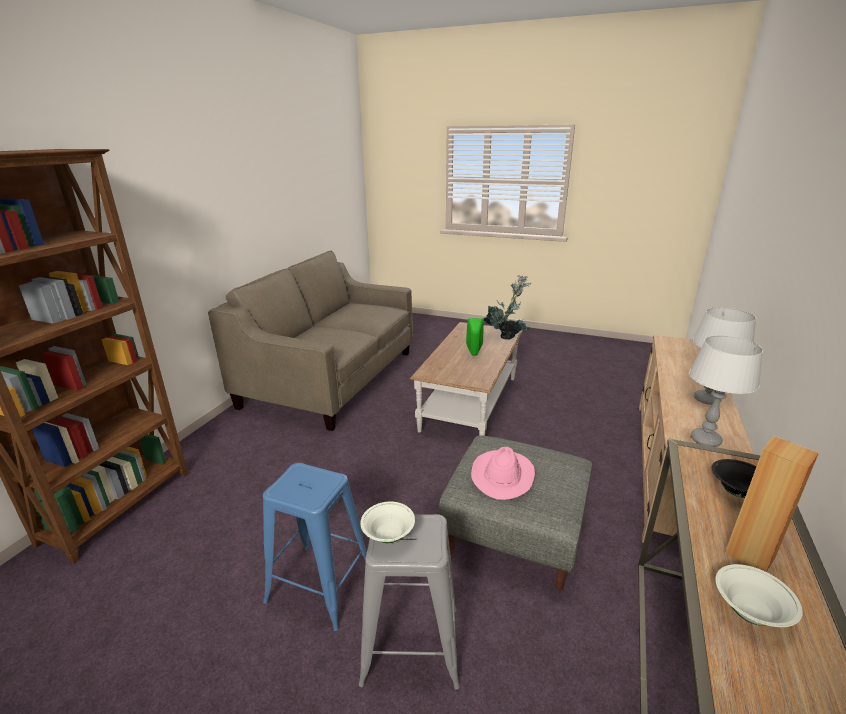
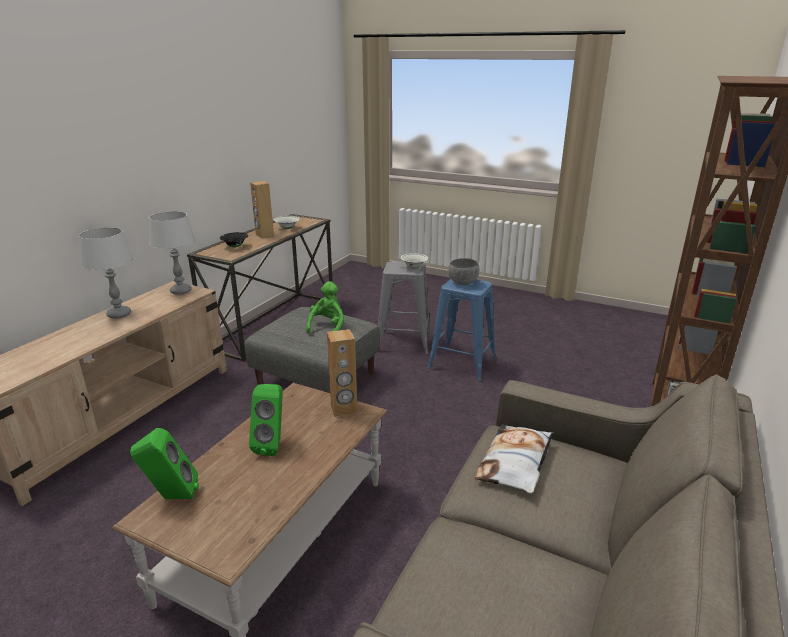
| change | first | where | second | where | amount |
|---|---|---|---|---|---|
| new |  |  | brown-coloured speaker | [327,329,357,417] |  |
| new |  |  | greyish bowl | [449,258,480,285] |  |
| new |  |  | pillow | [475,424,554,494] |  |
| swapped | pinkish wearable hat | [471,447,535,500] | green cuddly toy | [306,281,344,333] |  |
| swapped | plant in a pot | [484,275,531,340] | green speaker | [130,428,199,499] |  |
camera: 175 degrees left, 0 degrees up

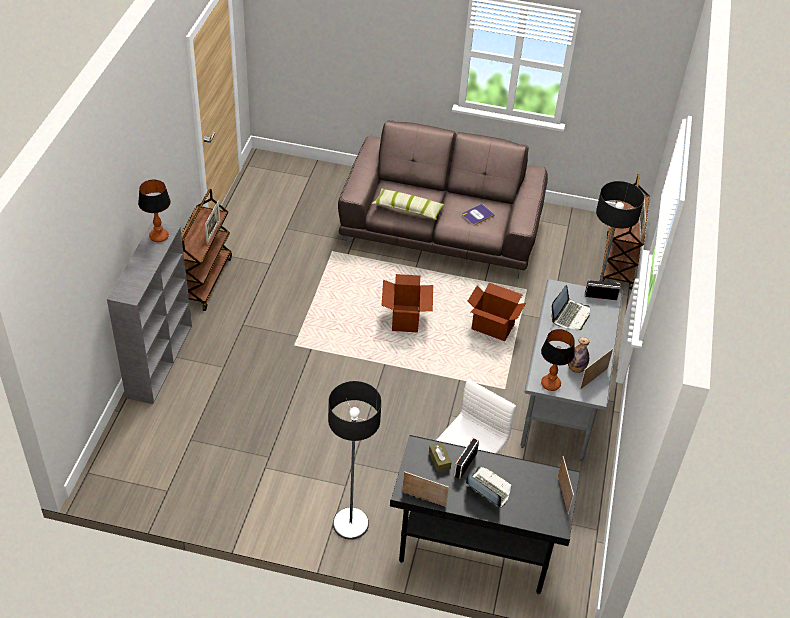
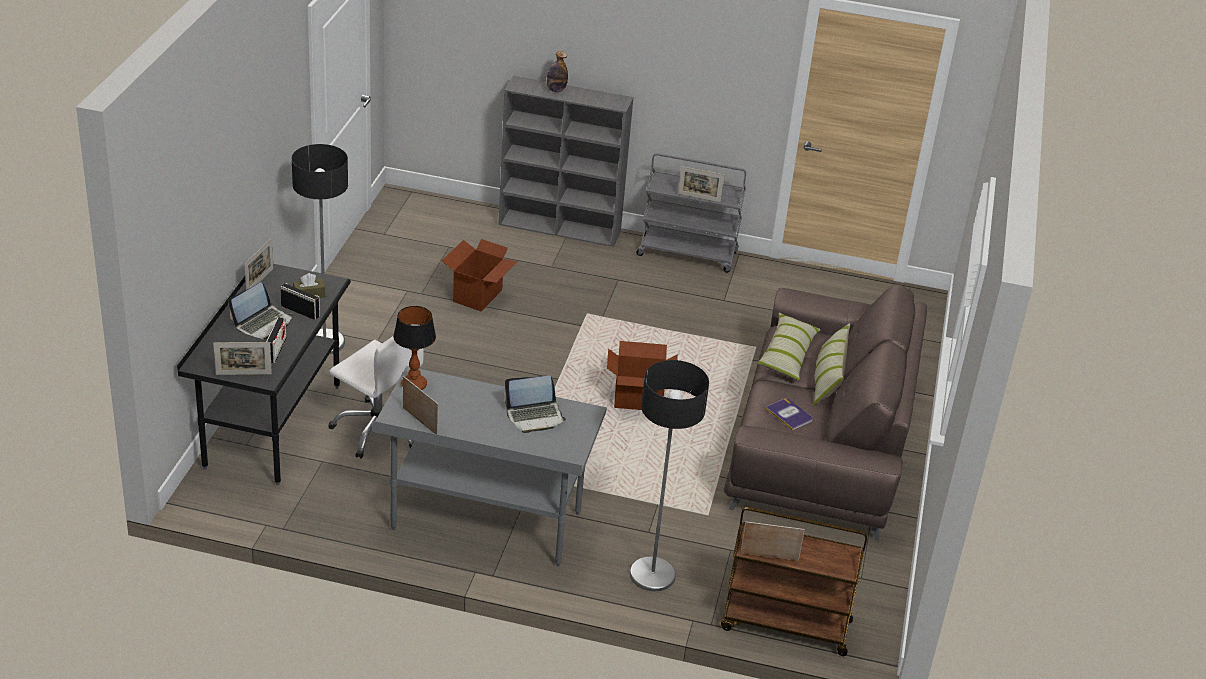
| change | first | where | second | where | amount |
|---|---|---|---|---|---|
| gone | tabletop lamp | [138,179,171,242] |  |  |  |
| new |  |  | pillow | [813,323,850,406] |  |
| shifted | cardboard box | [468,283,526,341] |  | [442,239,517,311] |  |
| shifted | bottle | [568,337,589,373] |  | [547,51,568,92] |  |
| shifted | radio set | [585,280,621,300] |  | [266,317,287,363] |  |
| repainted | brown-coloured wheeled cart | [181,189,232,311] | greyish wheeled cart | [636,153,746,273] |  |
| rotated | portable computer | [551,285,590,330] |  | [504,375,566,433] | 45 degrees counterclockwise |
camera: 90 degrees right, 10 degrees down

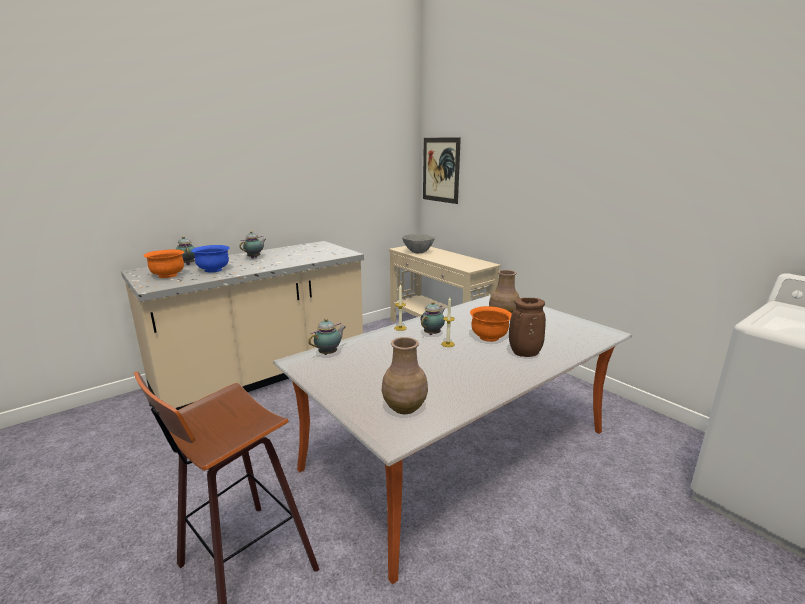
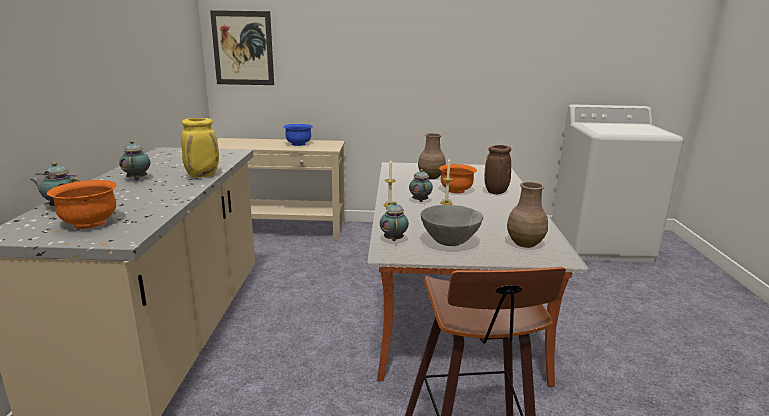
| change | first | where | second | where | amount |
|---|---|---|---|---|---|
| new |  |  | yellowish flower vase | [181,118,219,178] |  |
| shifted | bluish bowl | [191,245,230,272] |  | [284,124,313,146] |  |
| shifted | greyish bowl | [402,234,435,253] |  | [421,205,483,246] |  |
camera: 50 degrees left, 0 degrees up

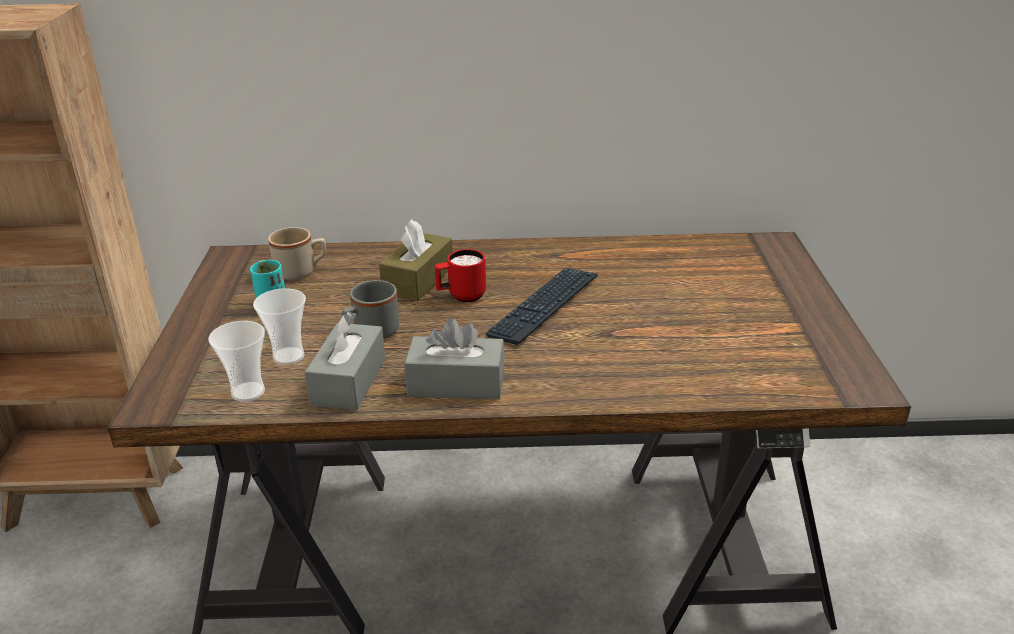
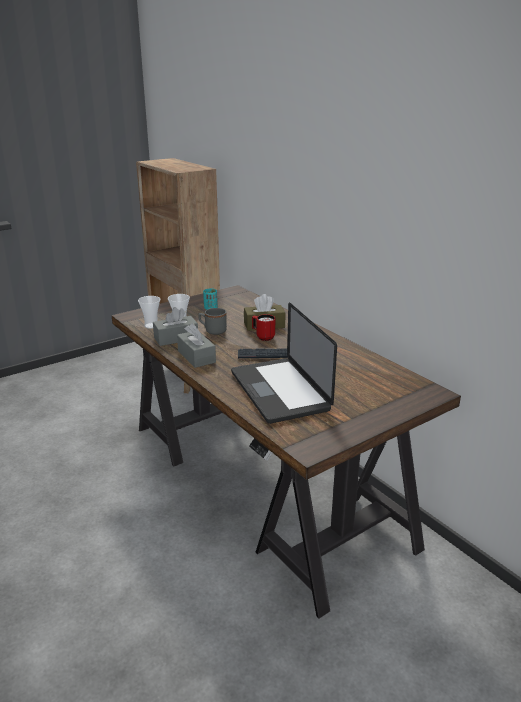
| change | first | where | second | where | amount |
|---|---|---|---|---|---|
| gone | beige mug | [268,227,326,280] |  |  |  |
| new |  |  | portable computer | [231,303,337,424] |  |
camera: 55 degrees right, 5 degrees down

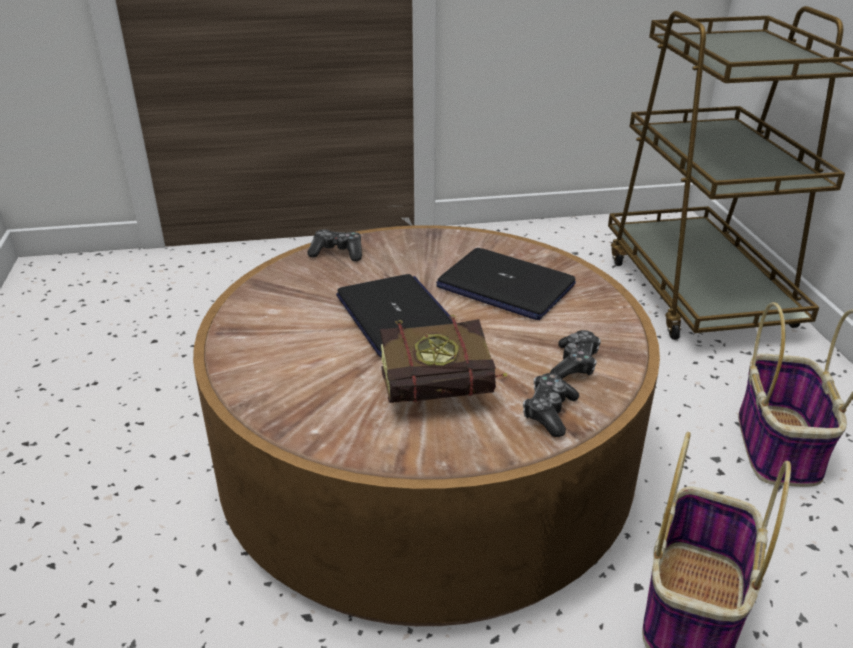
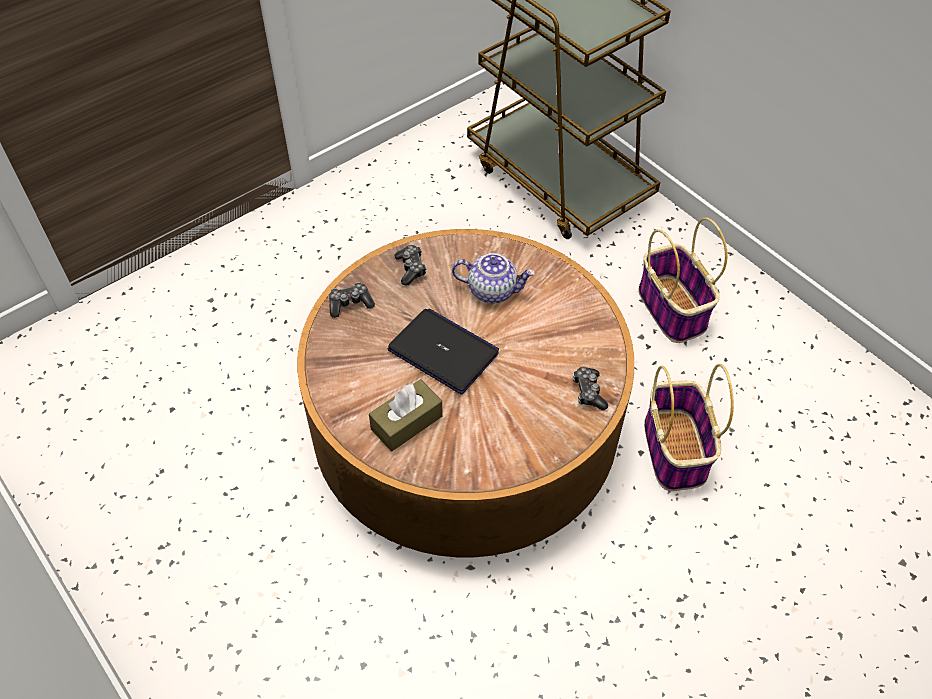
| change | first | where | second | where | amount |
|---|---|---|---|---|---|
| gone | book | [380,315,507,403] |  |  |  |
| new |  |  | brown-coloured box of tissues | [369,379,443,451] |  |
| shifted | joypad | [550,330,601,379] |  | [395,245,427,285] |  |
| swapped | portable computer | [436,248,576,320] | tea pot | [452,253,535,303] |  |
camera: 30 degrees left, 20 degrees up

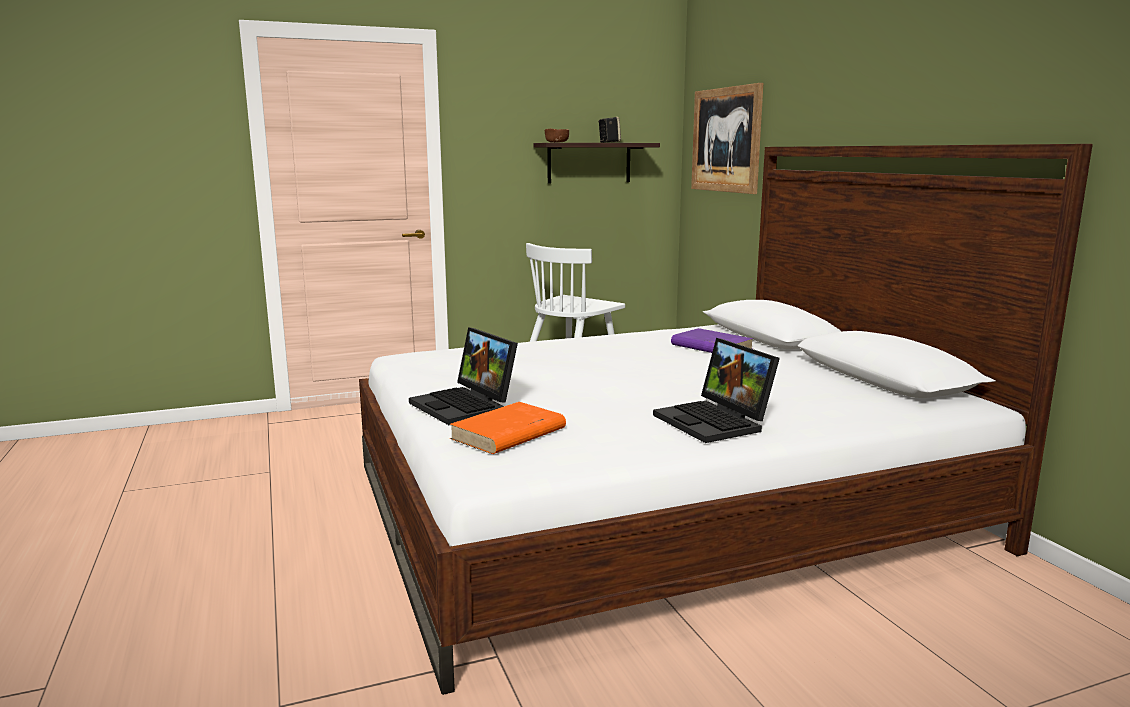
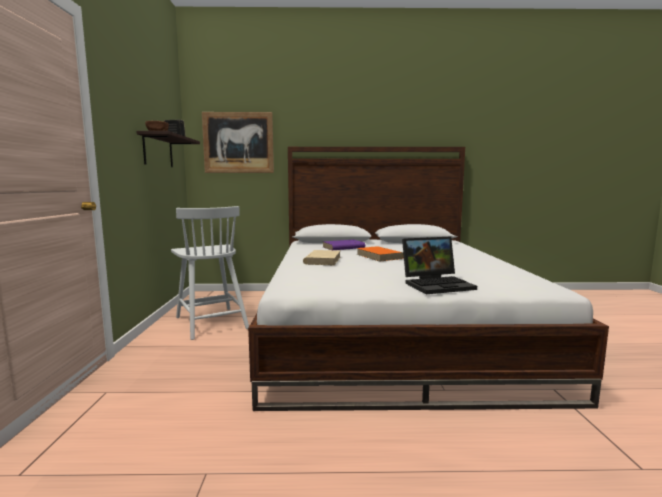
| change | first | where | second | where | amount |
|---|---|---|---|---|---|
| gone | portable computer | [653,338,780,443] |  |  |  |
| new |  |  | beige book | [303,250,340,265] |  |
| shifted | orange-coloured book | [449,402,566,454] |  | [357,246,404,261] |  |
camera: 70 degrees left, 5 degrees down

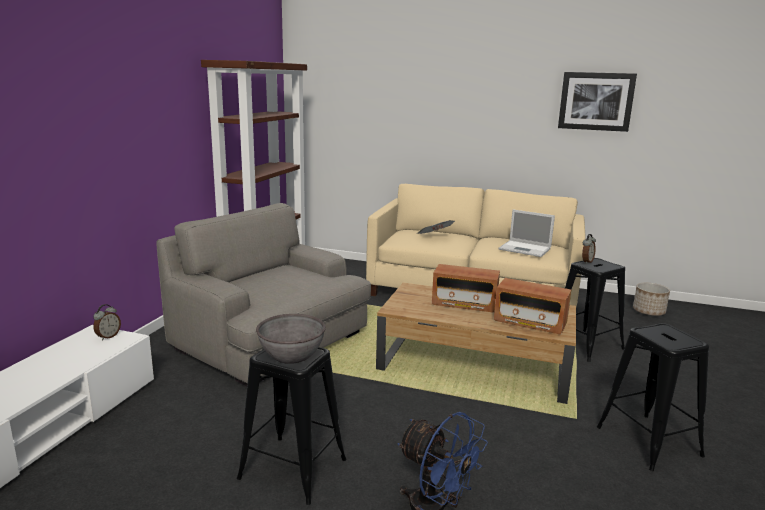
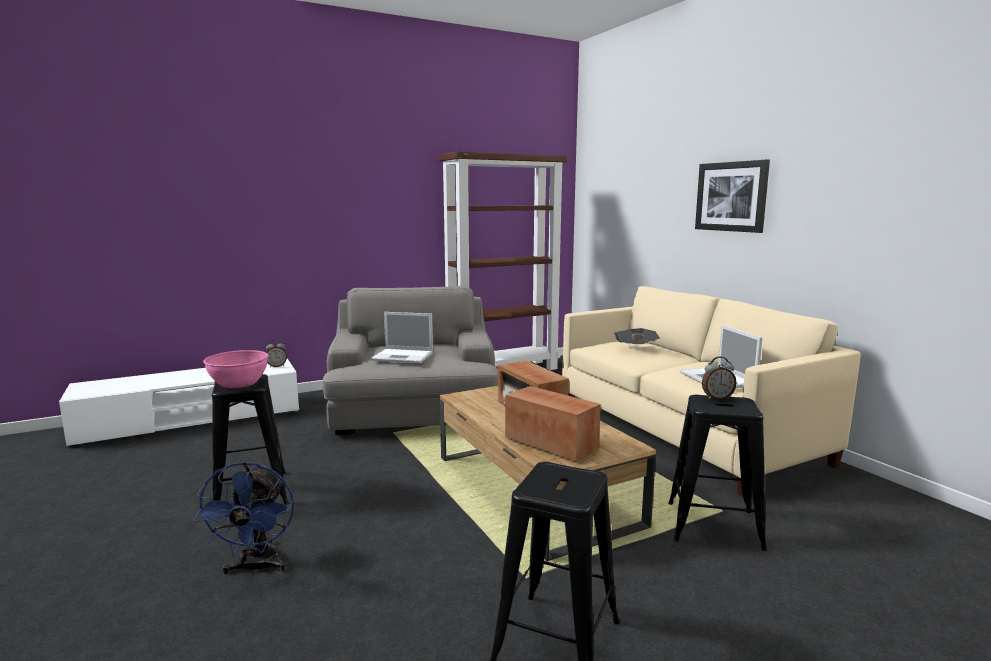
| change | first | where | second | where | amount |
|---|---|---|---|---|---|
| gone | plant pot | [633,282,670,316] |  |  |  |
| new |  |  | portable computer | [371,312,433,363] |  |
| shifted | wall art | [558,72,637,132] |  | [695,159,770,233] |  |
| repainted | greyish bowl | [256,314,326,364] | pinkish bowl | [203,350,269,388] |  |
| rotated | radio set | [494,278,571,334] |  | [505,386,601,462] | 150 degrees clockwise |
camera: 45 degrees right, 5 degrees down

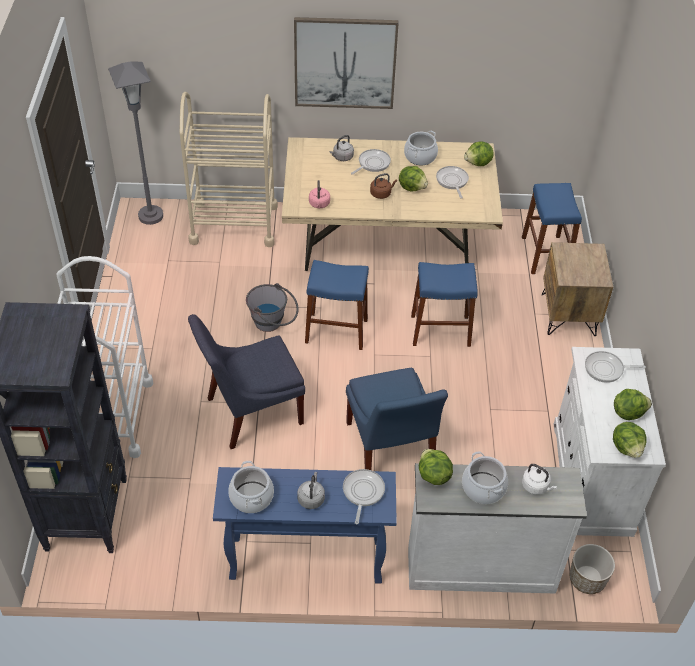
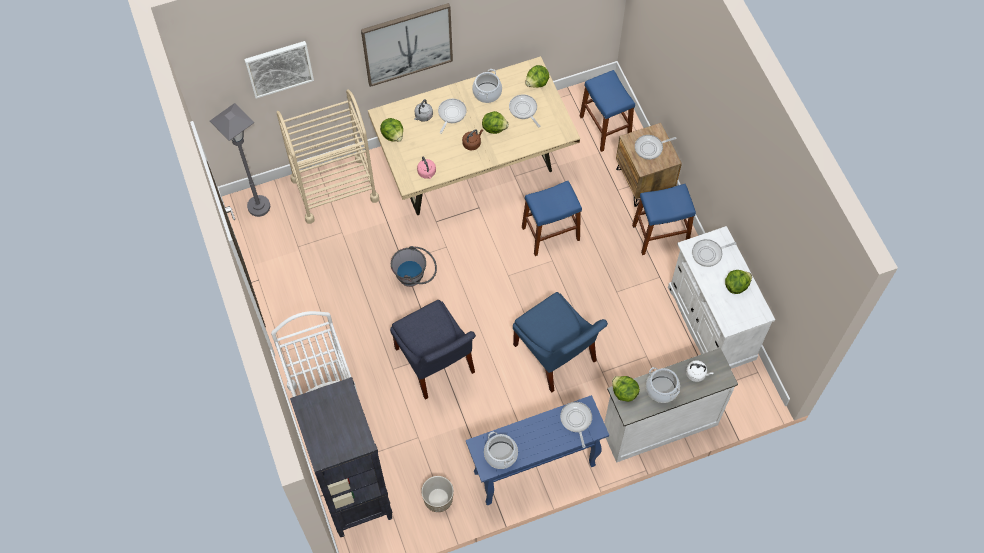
| change | first | where | second | where | amount |
|---|---|---|---|---|---|
| gone | greyish kettle | [297,472,325,509] |  |  |  |
| new |  |  | wall art | [244,41,314,99] |  |
| new |  |  | skillet | [635,135,676,160] |  |
| shifted | bluish stool seat | [305,260,369,350] |  | [632,184,696,255] |  |
| shifted | plant pot | [570,544,615,594] |  | [421,476,454,512] |  |
| shifted | lettuce | [613,422,647,458] |  | [380,118,403,142] |  |
| rotated | bluish upright chair | [188,314,305,449] |  | [390,300,476,399] | 75 degrees counterclockwise |
camera: 20 degrees left, 15 degrees up

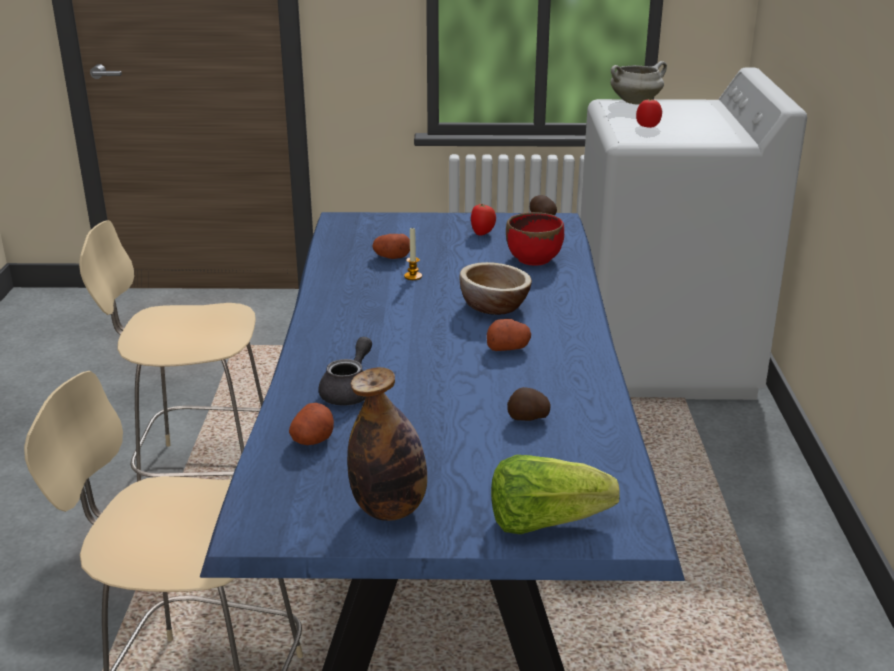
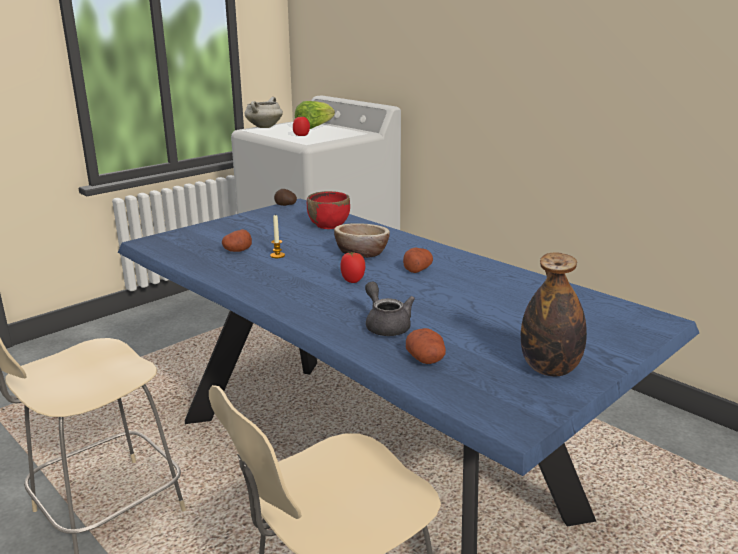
| change | first | where | second | where | amount |
|---|---|---|---|---|---|
| gone | whole potato | [507,387,551,421] |  |  |  |
| shifted | fresh tomato | [471,204,496,236] |  | [340,252,365,283] |  |
| shifted | lettuce | [491,455,620,534] |  | [295,101,335,129] |  |
camera: 45 degrees left, 5 degrees down

